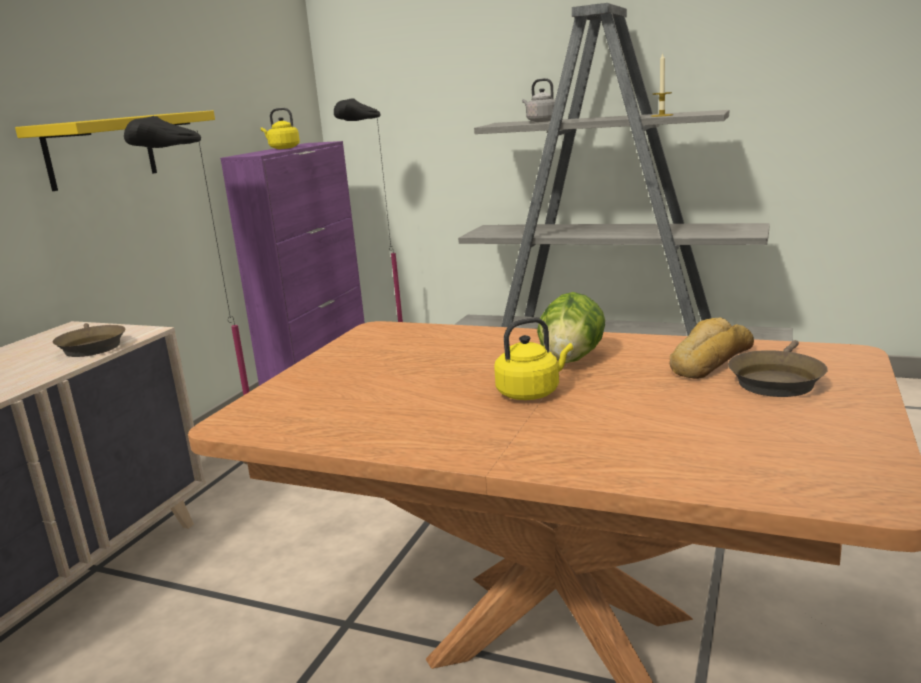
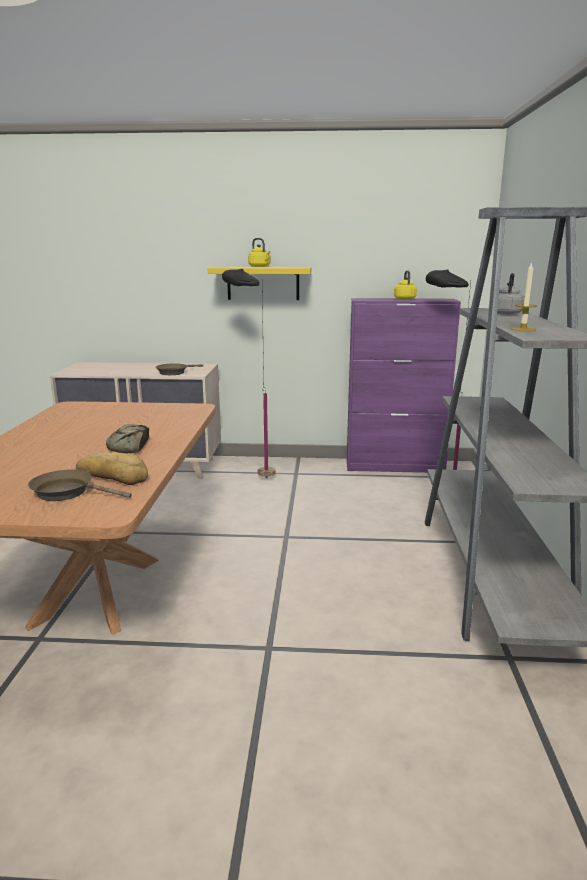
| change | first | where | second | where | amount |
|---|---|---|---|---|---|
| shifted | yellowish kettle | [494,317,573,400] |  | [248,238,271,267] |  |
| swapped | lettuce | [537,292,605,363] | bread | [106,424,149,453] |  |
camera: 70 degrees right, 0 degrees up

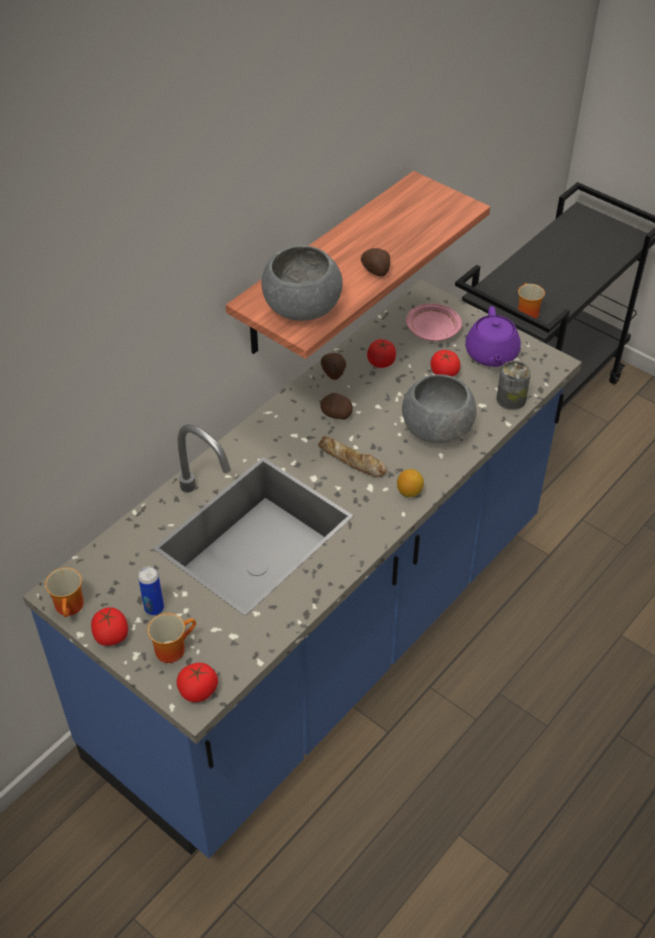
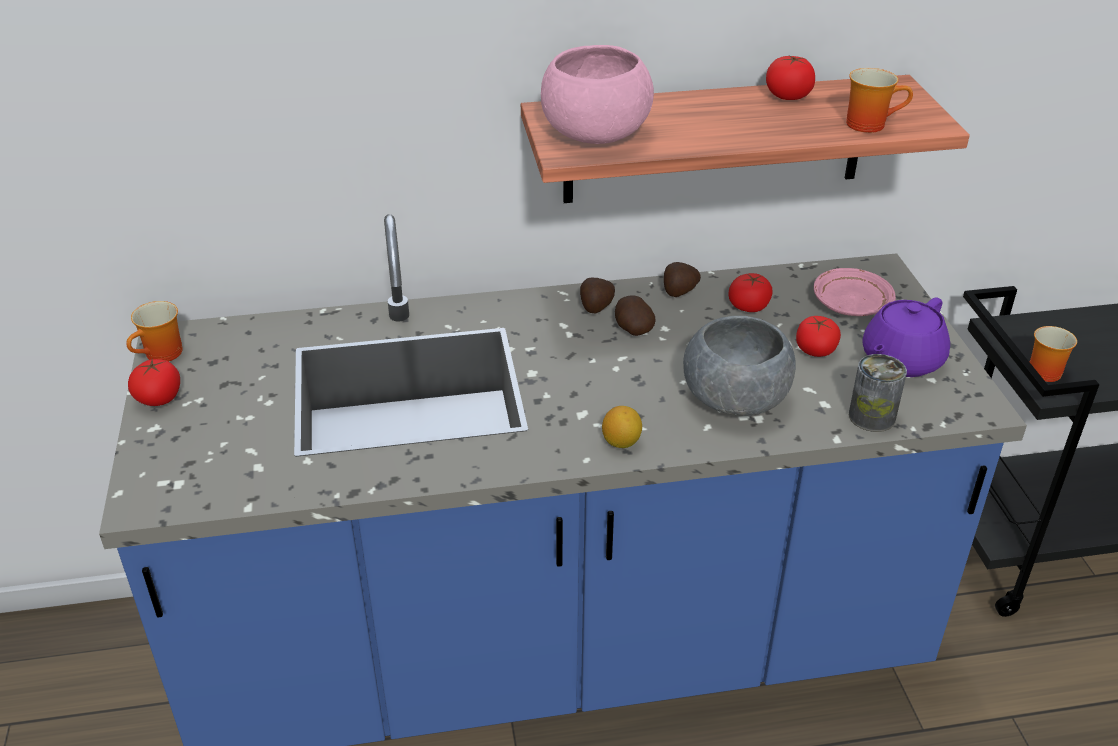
| change | first | where | second | where | amount |
|---|---|---|---|---|---|
| gone | can | [138,567,164,615] |  |  |  |
| gone | bread | [318,436,386,477] |  |  |  |
| shifted | mug | [147,613,196,663] |  | [846,68,913,133] |  |
| shifted | fresh tomato | [176,663,218,702] |  | [766,56,815,100] |  |
| shifted | whole potato | [361,248,390,276] |  | [580,278,615,314] |  |
| repainted | greyish bowl | [261,245,343,321] | pinkish bowl | [541,45,654,144] |  |
camera: 40 degrees right, 10 degrees down

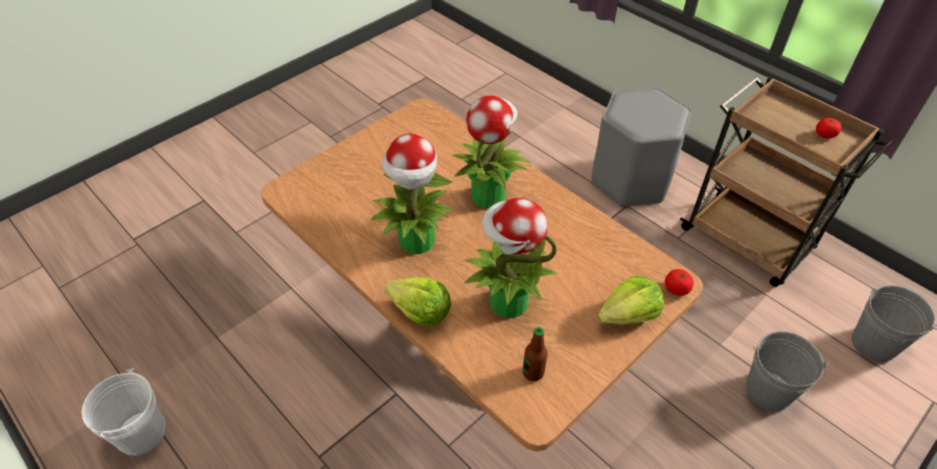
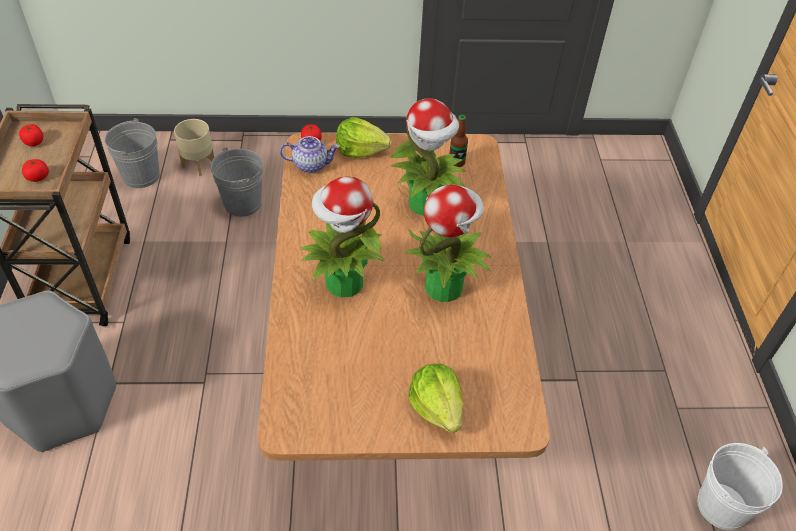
| change | first | where | second | where | amount |
|---|---|---|---|---|---|
| new |  |  | fresh tomato | [22,159,49,182] |  |
| new |  |  | beige plant pot | [174,119,214,176] |  |
| new |  |  | tea pot | [280,136,340,173] |  |
| shifted | lettuce | [385,277,451,327] |  | [408,364,463,433] |  |
camera: 140 degrees left, 0 degrees up

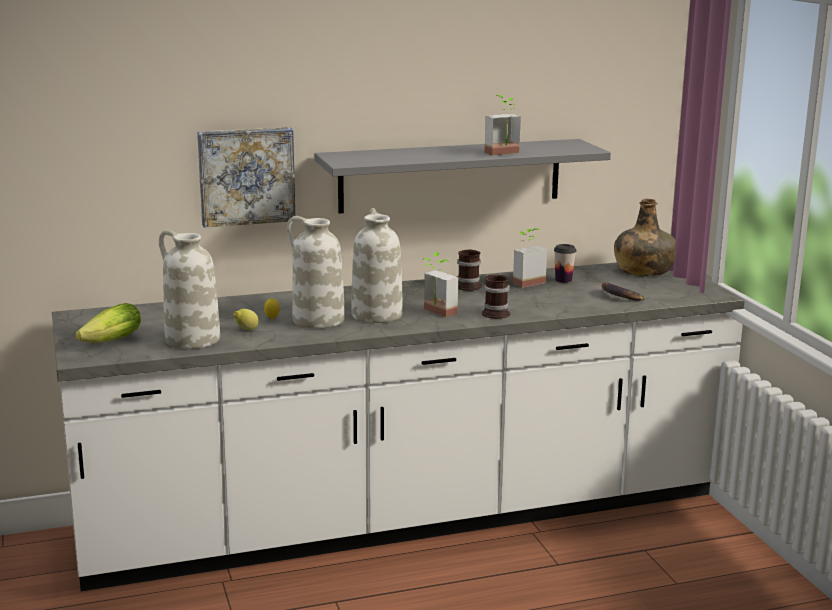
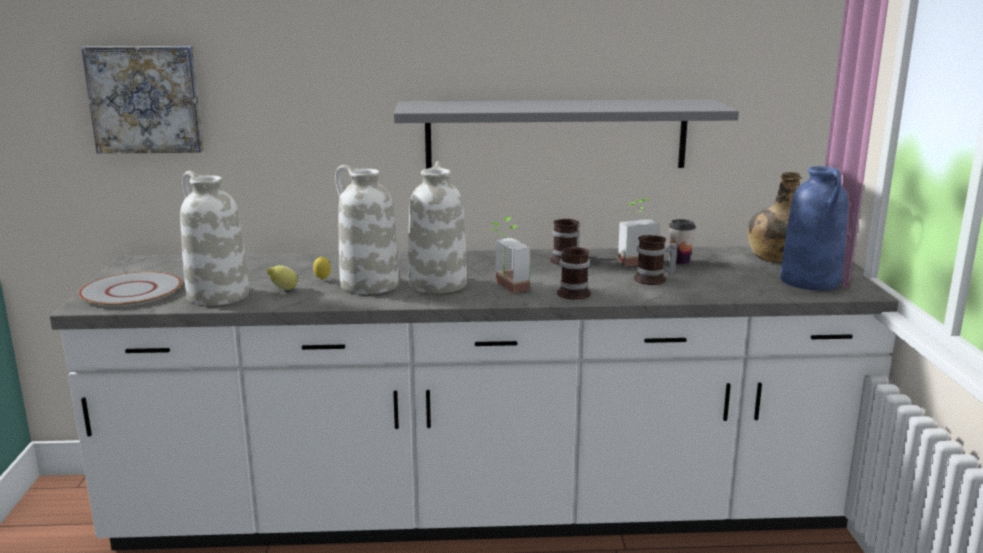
| change | first | where | second | where | amount |
|---|---|---|---|---|---|
| gone | plant in a pot | [485,95,521,155] |  |  |  |
| gone | whole banana | [601,282,645,301] |  |  |  |
| new |  |  | mug | [633,235,677,285] |  |
| new |  |  | bluish flower vase | [780,166,848,290] |  |
| shifted | wall art | [197,127,295,227] |  | [81,46,204,154] |  |
| swapped | lettuce | [75,303,141,343] | greyish plate | [79,271,182,307] |  |
camera: 15 degrees right, 0 degrees up

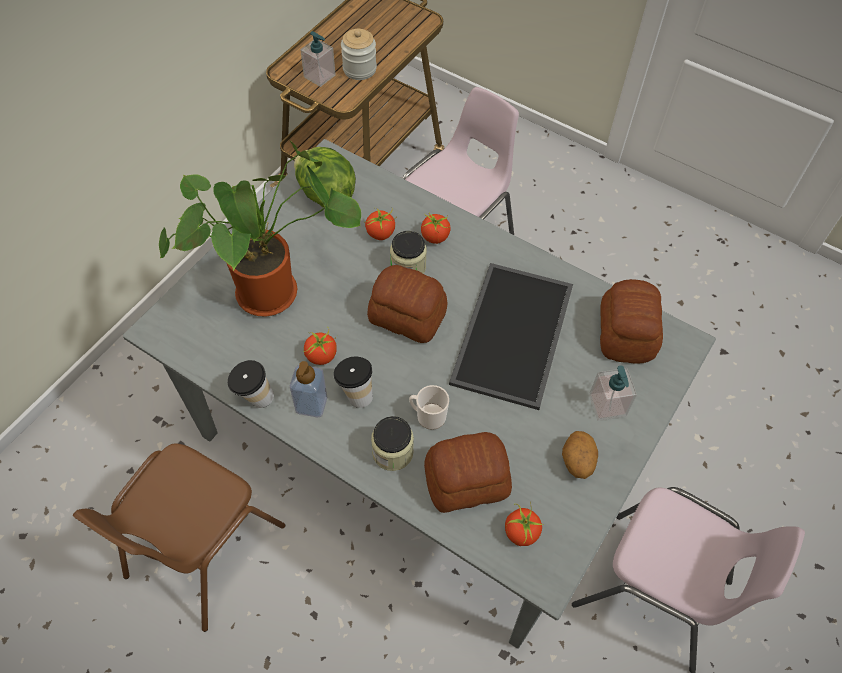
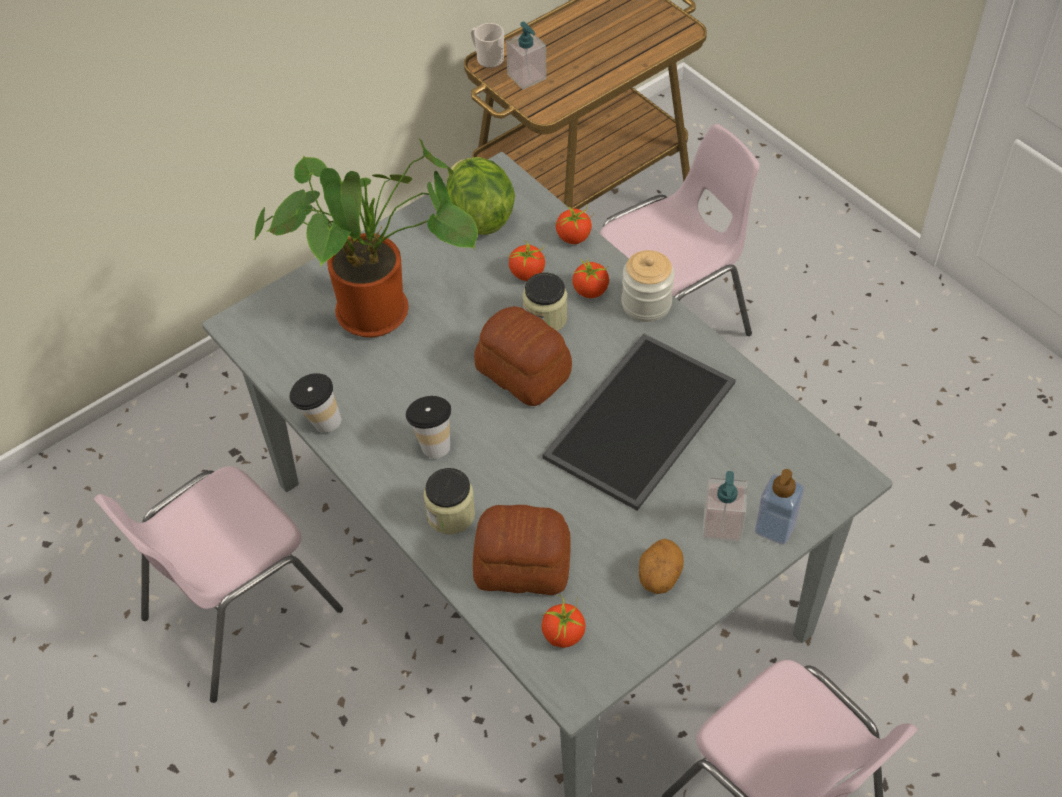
| change | first | where | second | where | amount |
|---|---|---|---|---|---|
| gone | bread | [600,279,663,364] |  |  |  |
| shifted | soap bottle | [290,361,327,418] |  | [755,469,804,545] |  |
| shifted | fresh tomato | [303,330,337,365] |  | [556,204,594,244] |  |
| shifted | storage jar | [341,29,377,80] |  | [621,250,675,322] |  |
| shifted | mug | [409,385,449,430] |  | [471,23,504,68] |  |
| repainted | brown-coloured upright chair | [73,443,285,632] | pinkish upright chair | [94,466,343,703] |  |
camera: 20 degrees right, 5 degrees down

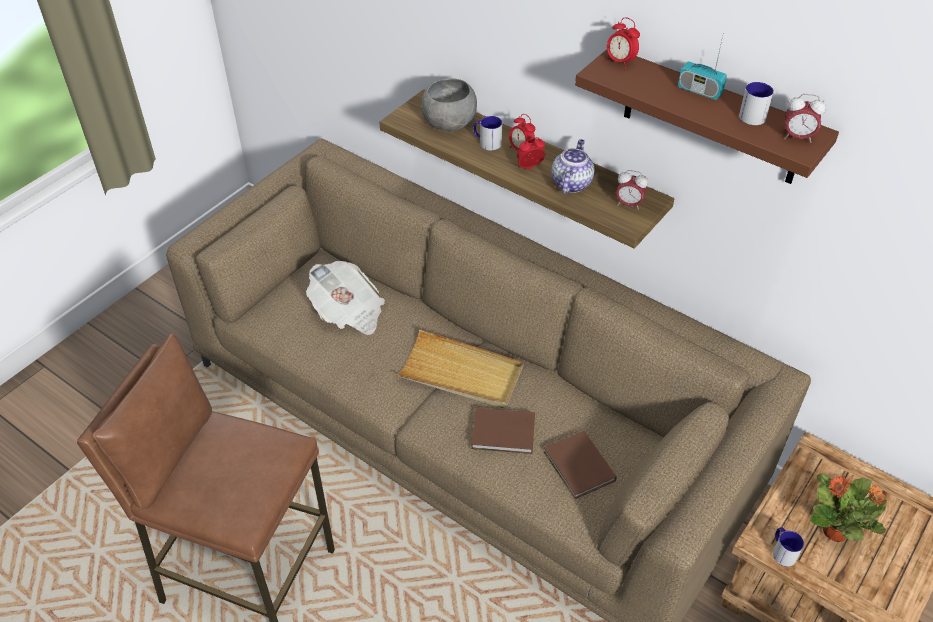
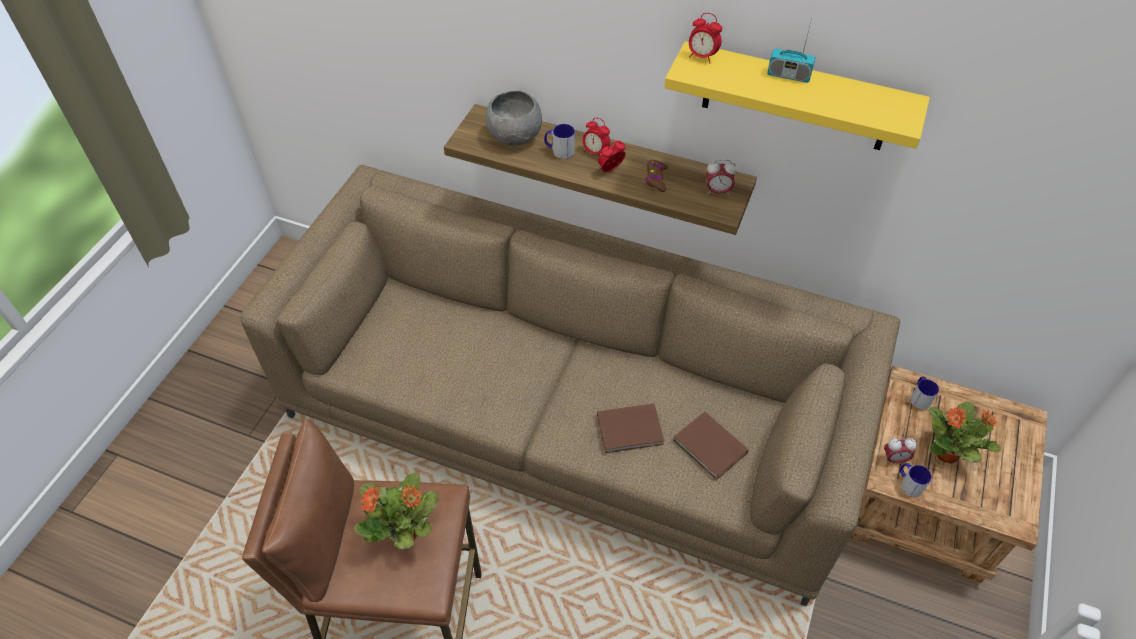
| change | first | where | second | where | amount |
|---|---|---|---|---|---|
| gone | printed paper | [306,261,385,335] |  |  |  |
| gone | beige carrying tray | [396,329,524,408] |  |  |  |
| new |  |  | plant in a pot | [355,473,438,550] |  |
| shifted | mug | [739,82,774,125] |  | [910,377,939,410] |  |
| shifted | alarm clock | [784,94,826,143] |  | [884,438,917,464] |  |
| swapped | tea pot | [551,139,594,194] | brown-coloured joypad | [645,160,668,192] |  |
| repainted | brown-coloured bracket shelf | [575,49,839,184] | yellowish bracket shelf | [664,41,930,150] |  |
camera: 15 degrees left, 5 degrees up

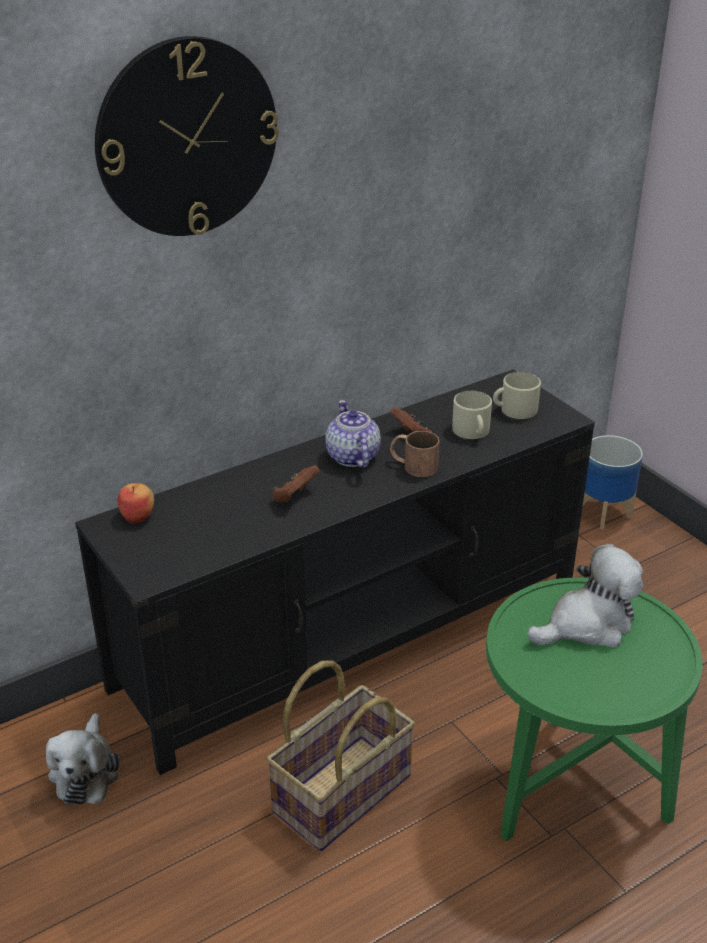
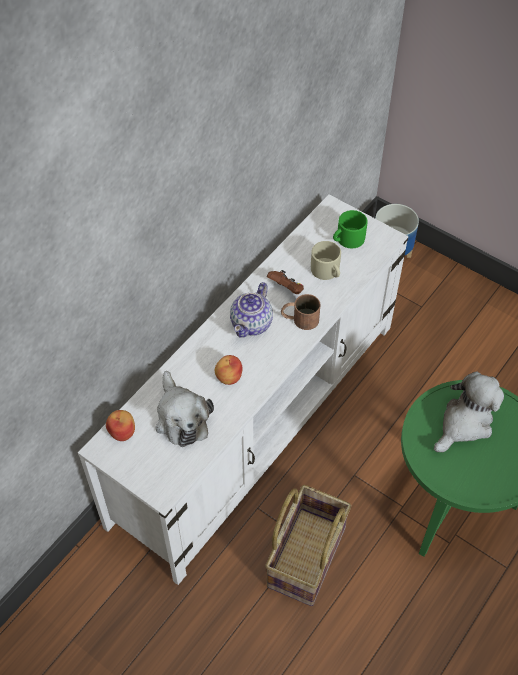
| change | first | where | second | where | amount |
|---|---|---|---|---|---|
| gone | wall clock | [95,36,279,236] |  |  |  |
| shifted | cuddly toy | [46,713,120,805] |  | [155,371,214,447] |  |
| swapped | brown-coloured joypad | [272,465,320,503] | apple fruit | [215,355,242,385] |  |
| repainted | blackish tv unit | [75,369,595,775] | whitish tv unit | [78,194,409,585] |  |
| repainted | beige mug | [493,372,541,419] | green mug | [333,210,368,248] |  |
| rotated | tea pot | [325,400,381,468] |  | [230,282,273,338] | 120 degrees counterclockwise |
camera: 20 degrees left, 20 degrees up

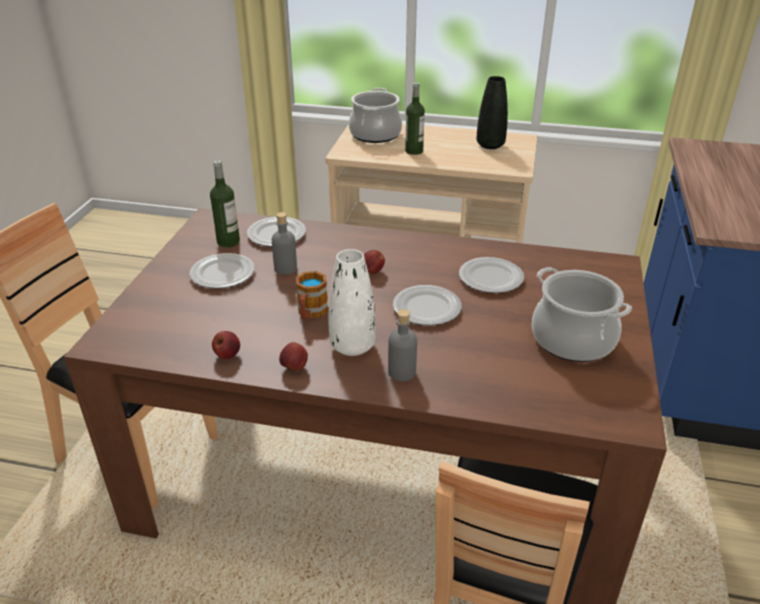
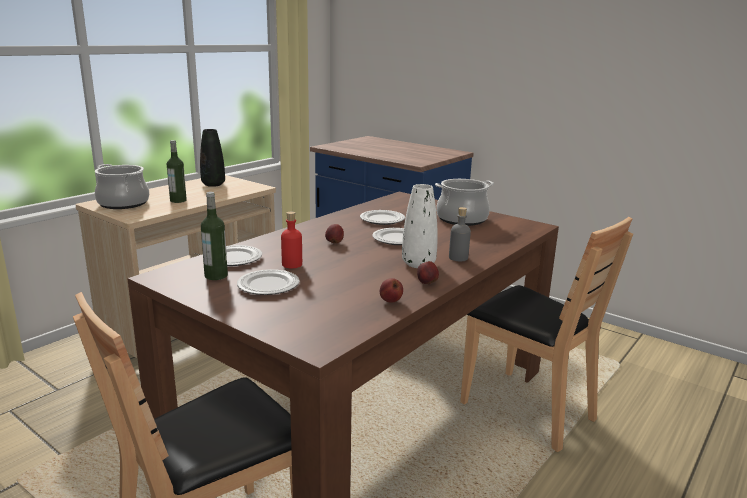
| change | first | where | second | where | amount |
|---|---|---|---|---|---|
| gone | mug | [296,271,328,319] |  |  |  |
| repainted | greyish bottle | [272,212,297,275] | red bottle | [281,212,302,268] |  |
camera: 65 degrees left, 15 degrees down

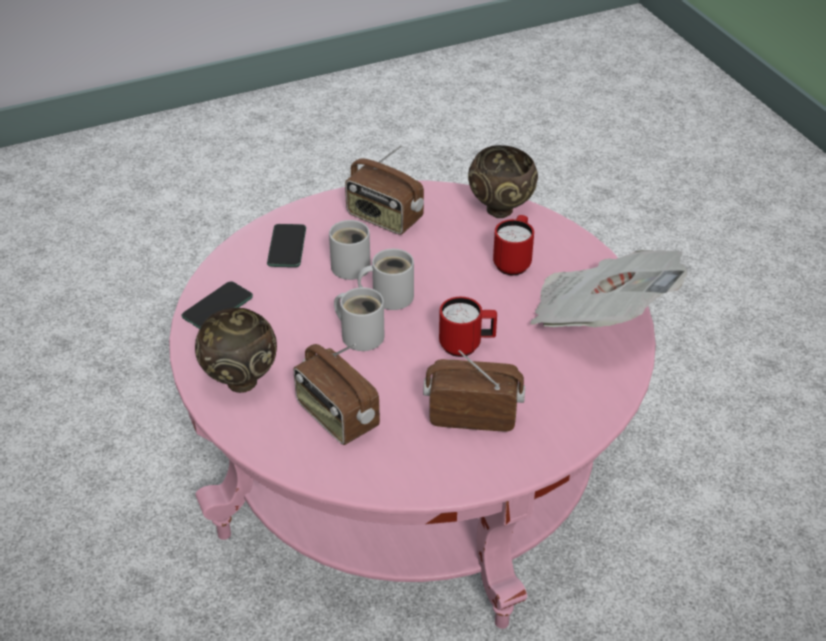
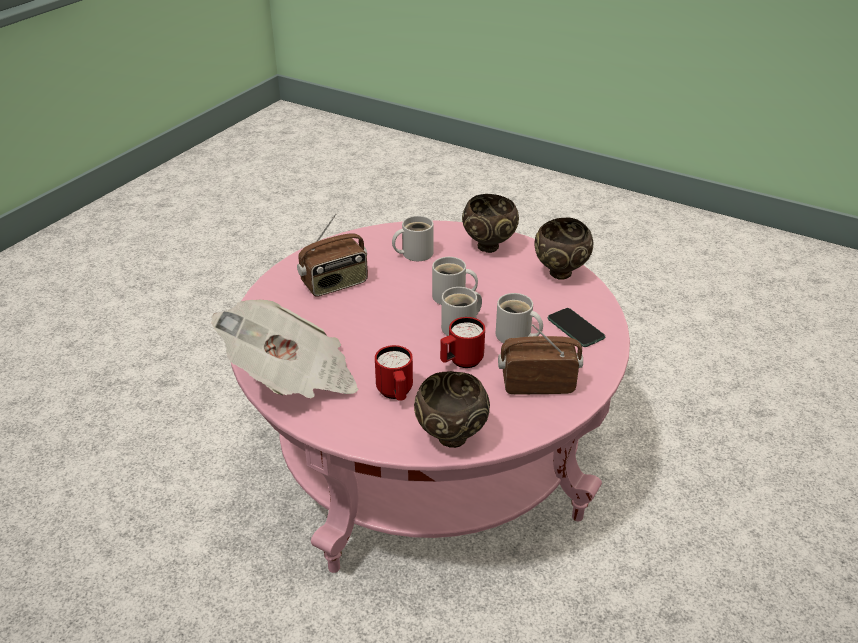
| change | first | where | second | where | amount |
|---|---|---|---|---|---|
| shifted | red mug | [439,297,497,357] |  | [440,317,485,368] |  |
| swapped | handset | [181,281,253,329] | brown-coloured bowl | [534,217,593,280] |  |
| swapped | radio set | [294,344,380,445] | whitish mug | [392,216,434,261] |  |
camera: 145 degrees right, 5 degrees down

